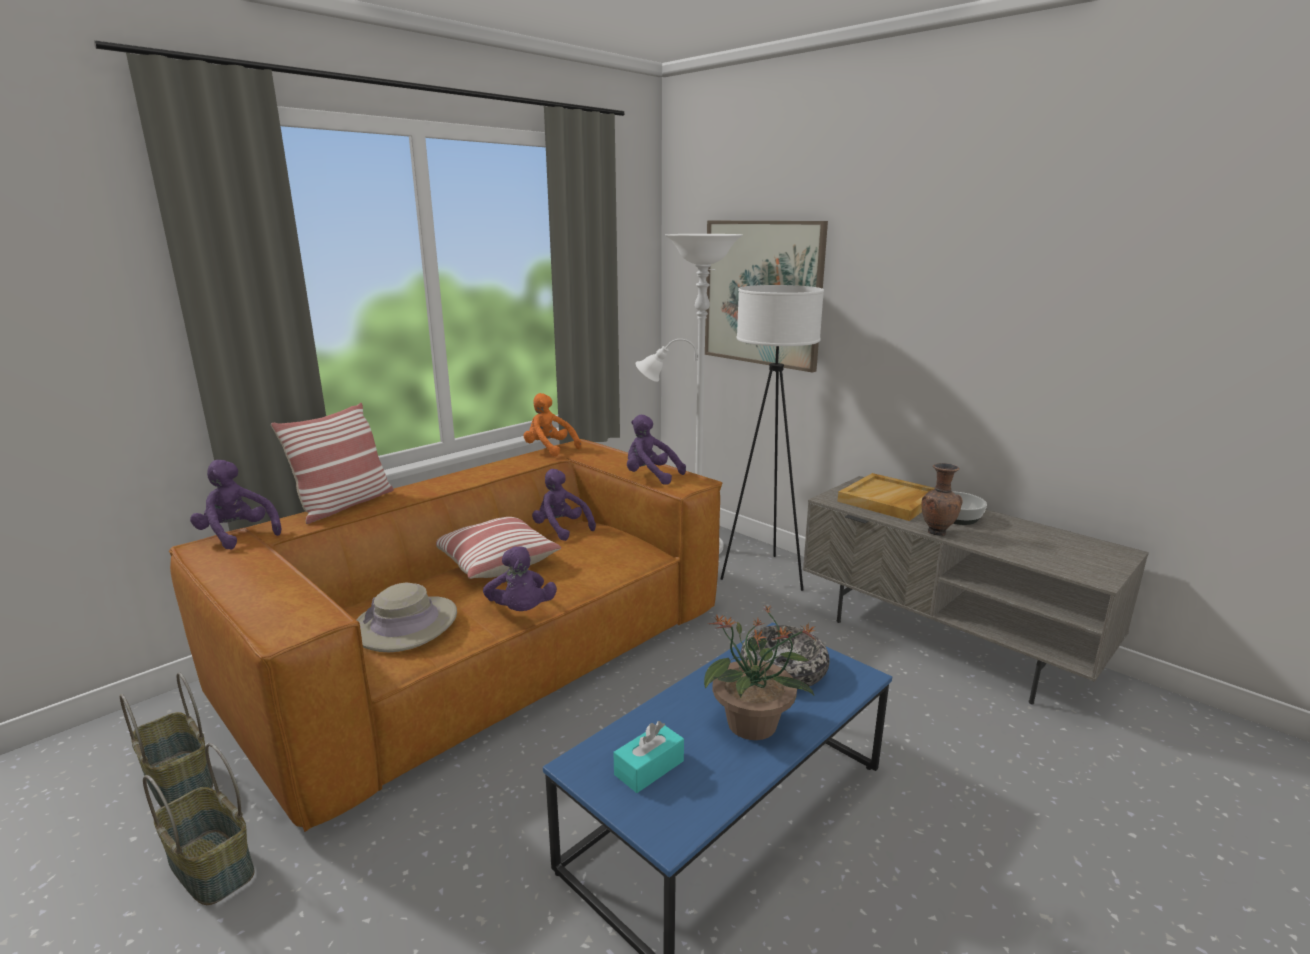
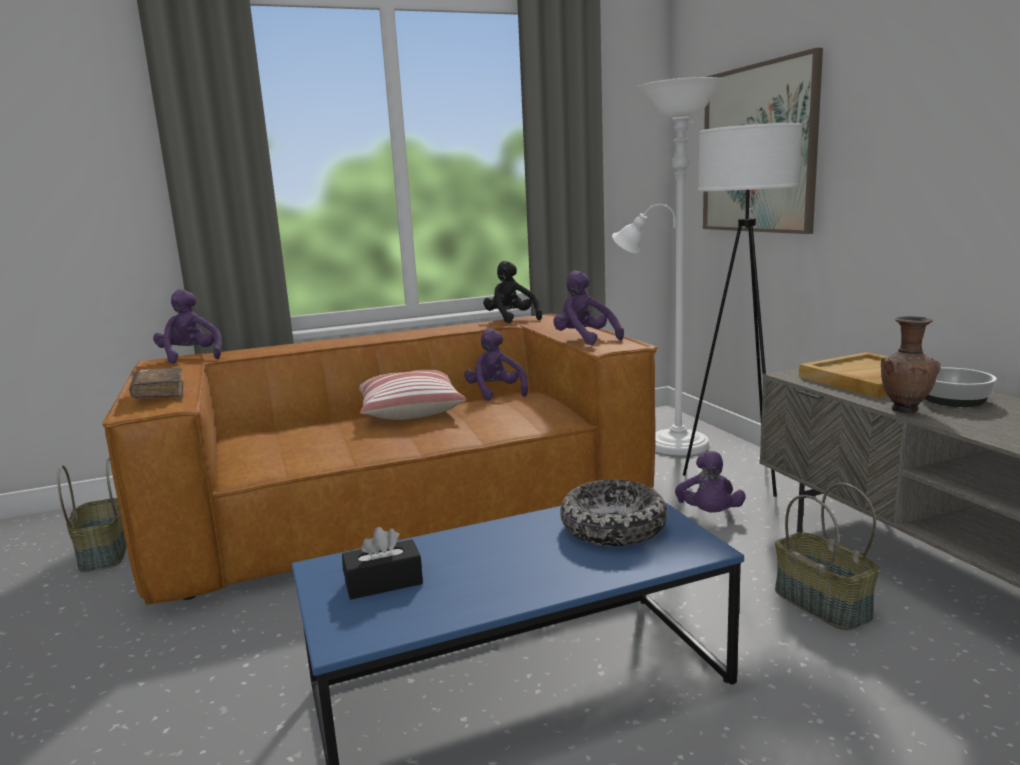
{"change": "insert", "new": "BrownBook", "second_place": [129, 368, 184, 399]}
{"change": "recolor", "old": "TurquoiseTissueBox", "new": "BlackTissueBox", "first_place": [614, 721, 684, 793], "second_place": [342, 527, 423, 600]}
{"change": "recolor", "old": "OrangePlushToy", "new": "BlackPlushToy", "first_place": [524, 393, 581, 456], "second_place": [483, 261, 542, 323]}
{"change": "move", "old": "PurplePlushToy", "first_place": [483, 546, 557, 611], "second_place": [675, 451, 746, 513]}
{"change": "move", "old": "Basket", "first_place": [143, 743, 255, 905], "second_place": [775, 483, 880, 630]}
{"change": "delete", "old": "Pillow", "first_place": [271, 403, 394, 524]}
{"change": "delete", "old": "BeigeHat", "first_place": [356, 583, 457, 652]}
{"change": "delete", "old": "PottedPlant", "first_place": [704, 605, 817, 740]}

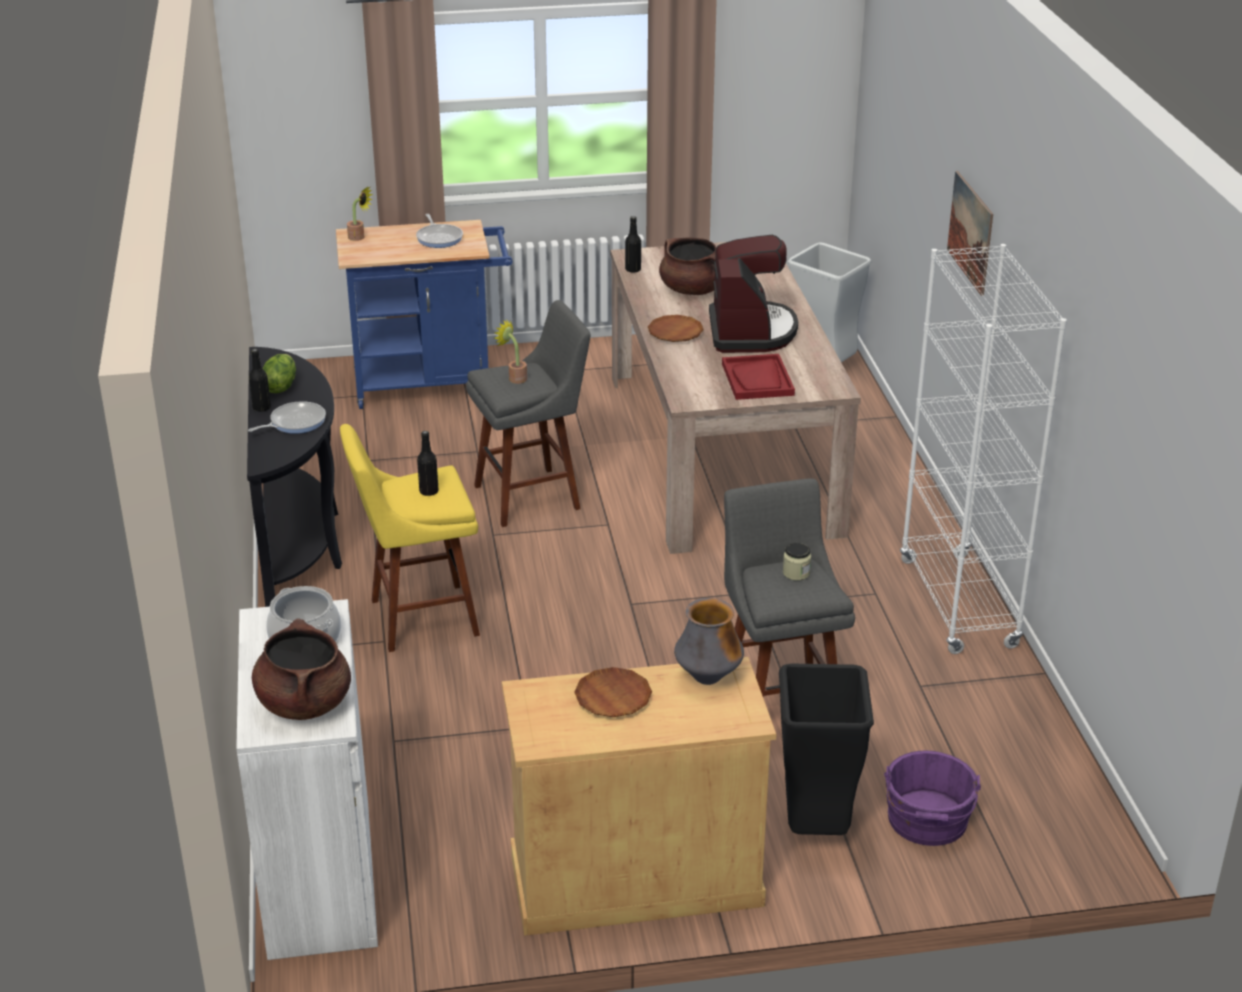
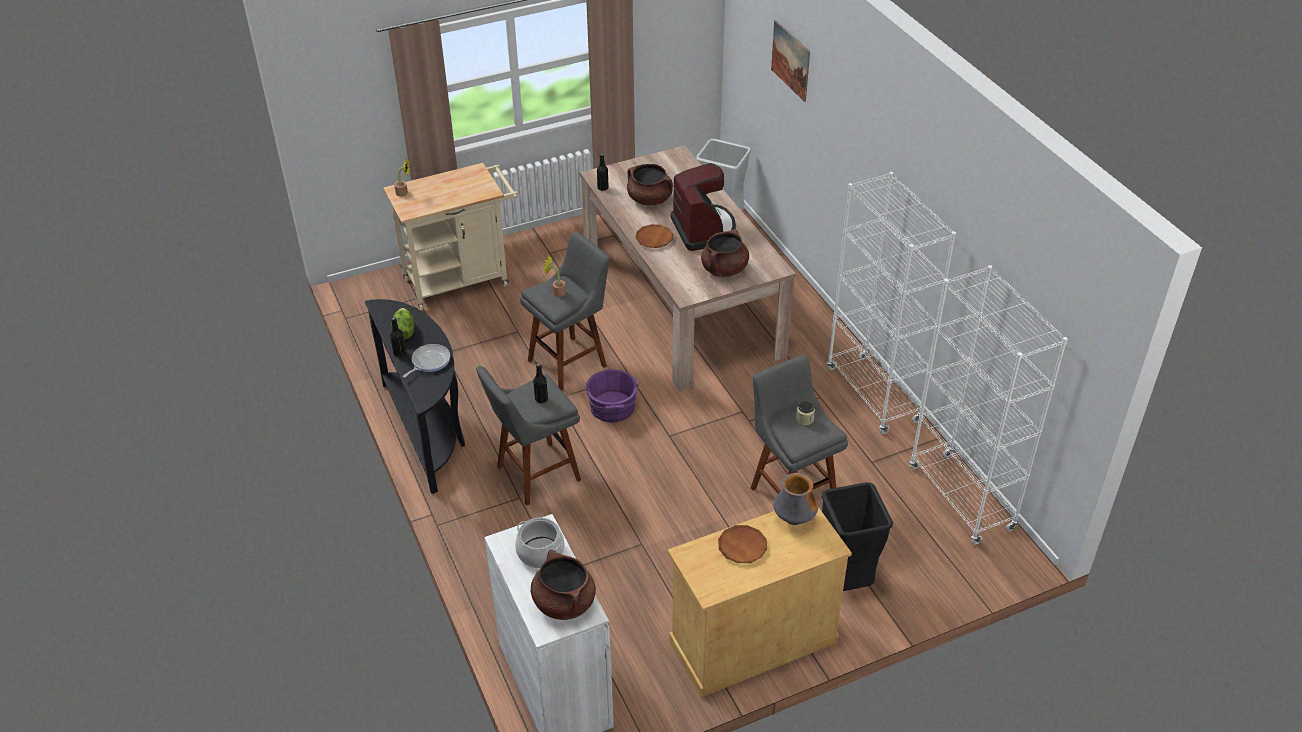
{"change": "recolor", "old": "BlueCart", "new": "BeigeCart", "first_place": [336, 220, 512, 409], "second_place": [383, 163, 518, 310]}
{"change": "recolor", "old": "YellowStool", "new": "GreyStool", "first_place": [340, 424, 480, 652], "second_place": [476, 366, 581, 506]}
{"change": "move", "old": "PurpleBucket", "first_place": [884, 750, 981, 846], "second_place": [585, 369, 639, 422]}
{"change": "replace", "old": "RedTray", "new": "BrownCookingPot", "first_place": [722, 354, 795, 400], "second_place": [701, 229, 749, 277]}
{"change": "move", "old": "Picture", "first_place": [947, 171, 993, 296], "second_place": [771, 20, 810, 102]}
{"change": "insert", "new": "WhiteBookcase", "second_place": [909, 265, 1068, 545]}
{"change": "delete", "old": "FryingPan", "first_place": [416, 214, 463, 248]}

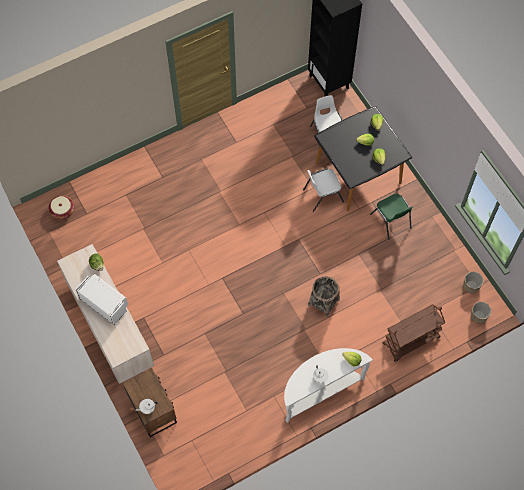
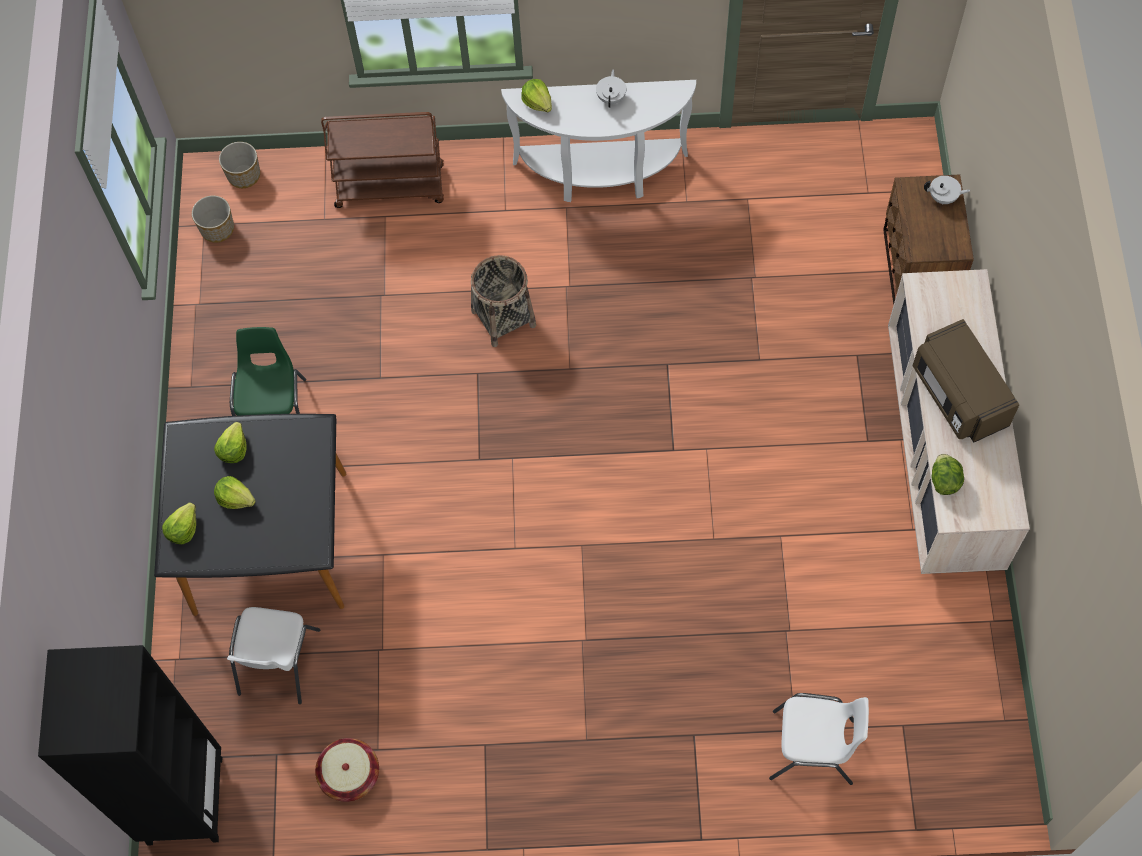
{"change": "move", "old": "Basket", "first_place": [48, 195, 74, 219], "second_place": [315, 738, 379, 802]}
{"change": "move", "old": "WhiteChair", "first_place": [303, 168, 344, 212], "second_place": [769, 693, 869, 785]}
{"change": "recolor", "old": "WhiteMicrowave", "new": "BrownMicrowave", "first_place": [75, 274, 128, 325], "second_place": [912, 319, 1019, 442]}

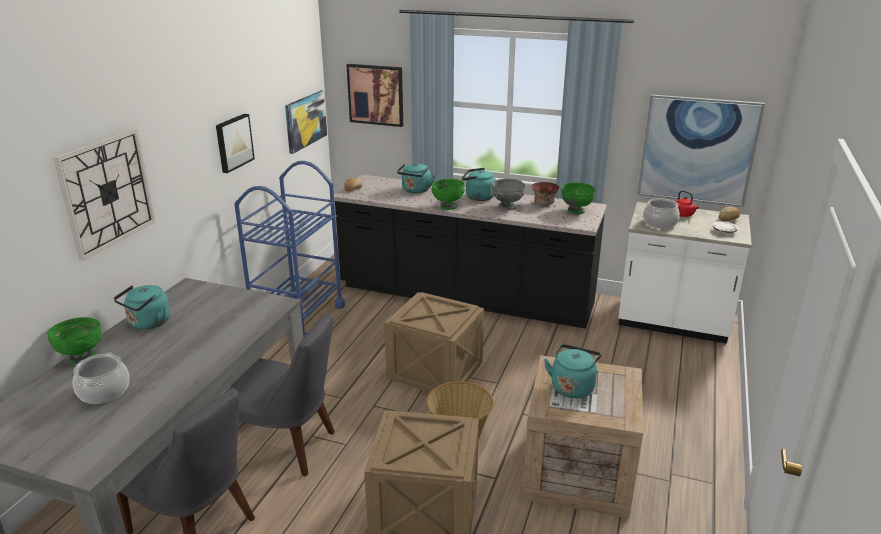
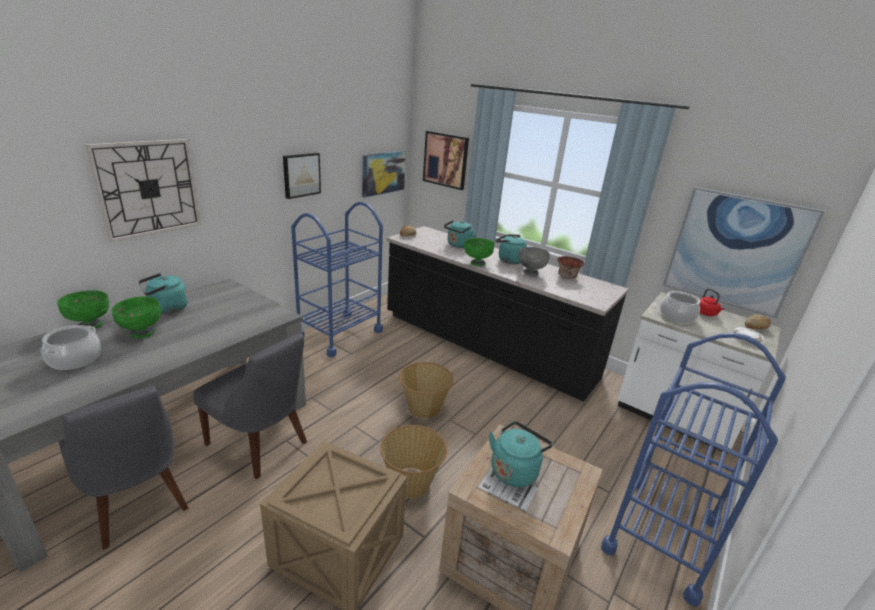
{"change": "move", "old": "GreenBowl", "first_place": [561, 183, 595, 214], "second_place": [111, 297, 161, 338]}
{"change": "replace", "old": "Crate", "new": "Basket", "first_place": [384, 292, 484, 392], "second_place": [399, 362, 453, 419]}
{"change": "insert", "new": "BlueCart", "second_place": [601, 333, 786, 607]}

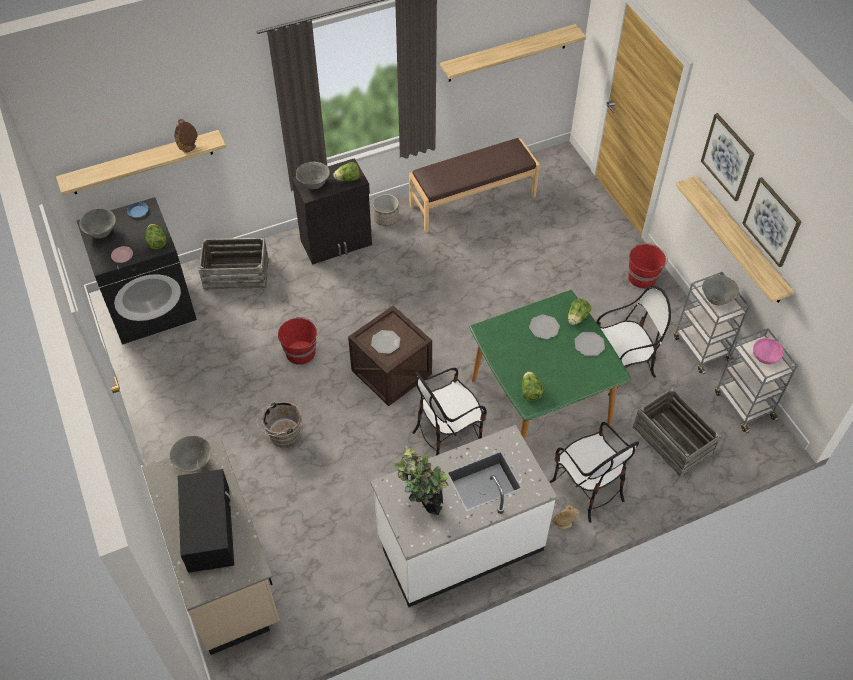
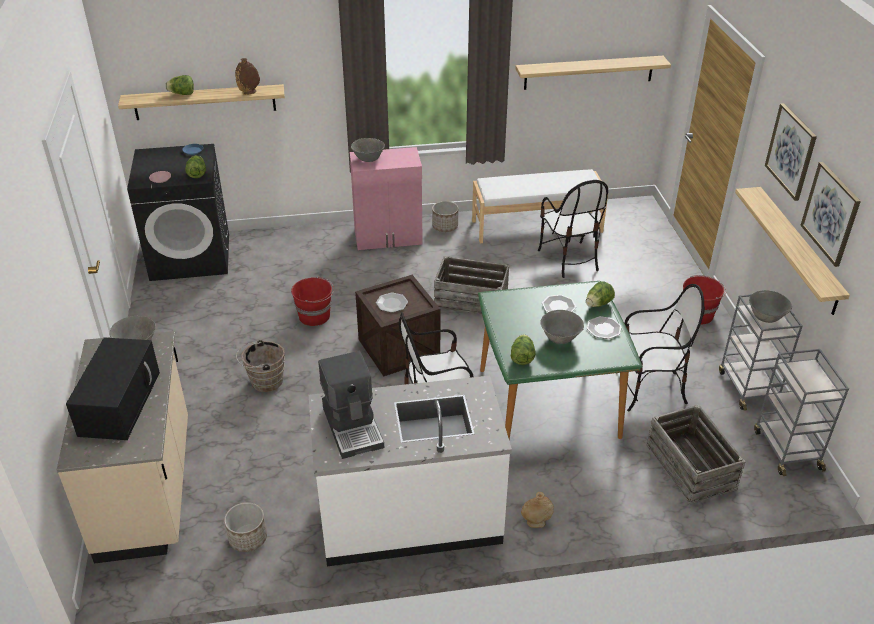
{"change": "move", "old": "Lettuce", "first_place": [333, 162, 360, 181], "second_place": [165, 75, 194, 95]}
{"change": "insert", "new": "Planter", "second_place": [224, 502, 267, 552]}
{"change": "replace", "old": "PottedPlant", "new": "CoffeeMachine", "first_place": [392, 445, 449, 515], "second_place": [318, 351, 384, 459]}
{"change": "recolor", "old": "BlackCabinet", "new": "PinkCabinet", "first_place": [291, 158, 372, 265], "second_place": [350, 147, 423, 250]}
{"change": "move", "old": "Crate", "first_place": [198, 238, 269, 291], "second_place": [434, 256, 509, 314]}
{"change": "recolor", "old": "BrownBench", "new": "WhiteBench", "first_place": [409, 138, 540, 233], "second_place": [472, 169, 608, 243]}
{"change": "move", "old": "Chair", "first_place": [550, 422, 639, 523], "second_place": [538, 180, 608, 278]}
{"change": "move", "old": "GreyBowl", "first_place": [79, 208, 116, 239], "second_place": [540, 310, 584, 344]}
{"change": "delete", "old": "PinkBowl", "first_place": [753, 338, 784, 364]}

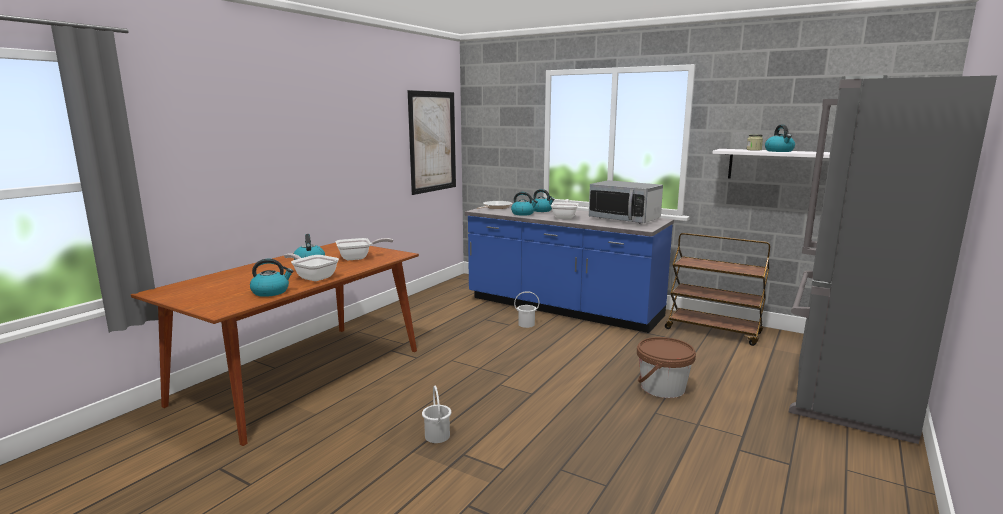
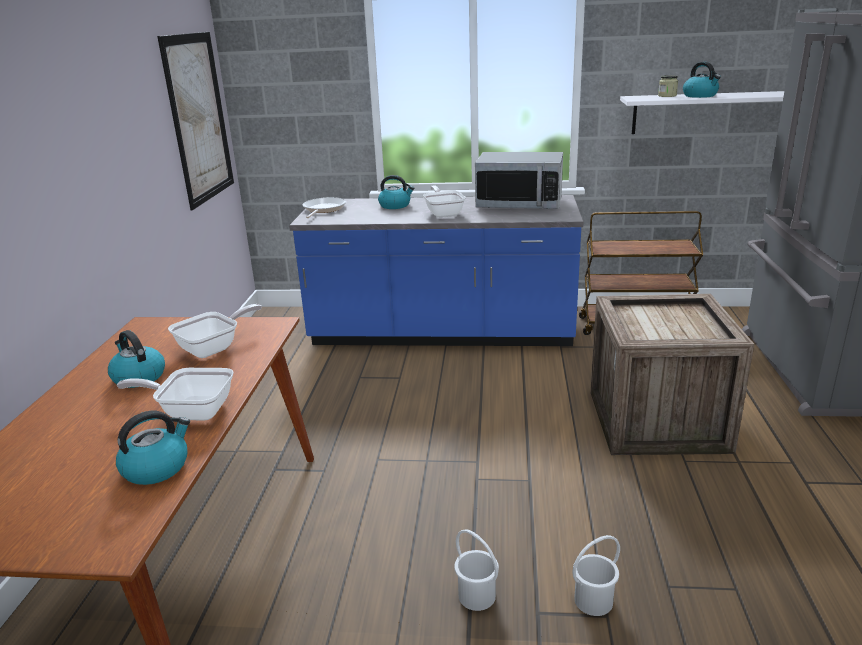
{"change": "move", "old": "WhiteBucket", "first_place": [514, 291, 540, 328], "second_place": [573, 535, 620, 616]}
{"change": "replace", "old": "BrownBucket", "new": "Crate", "first_place": [637, 337, 696, 398], "second_place": [590, 294, 754, 455]}
{"change": "delete", "old": "Kettle", "first_place": [511, 192, 538, 216]}

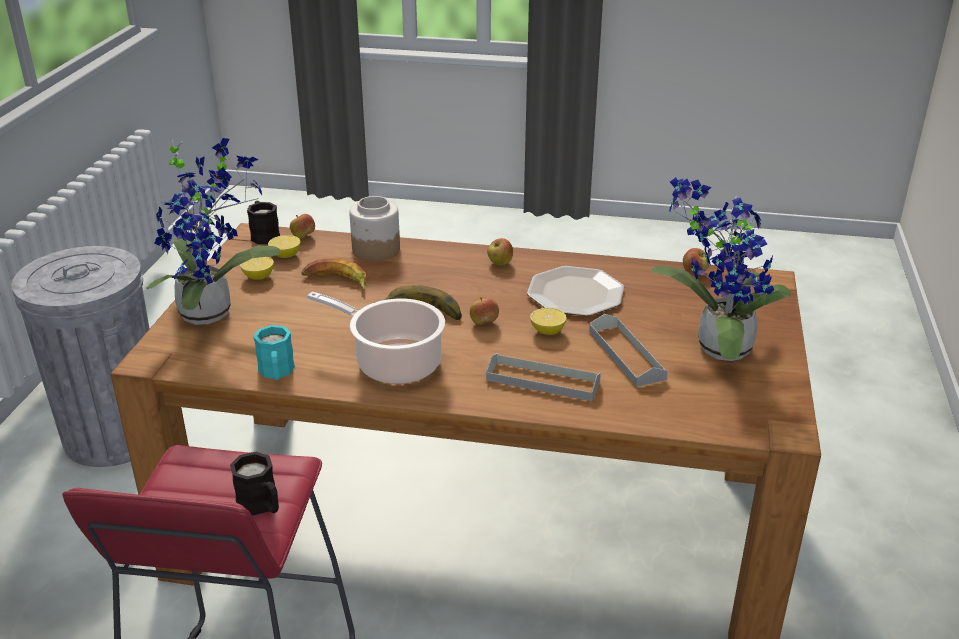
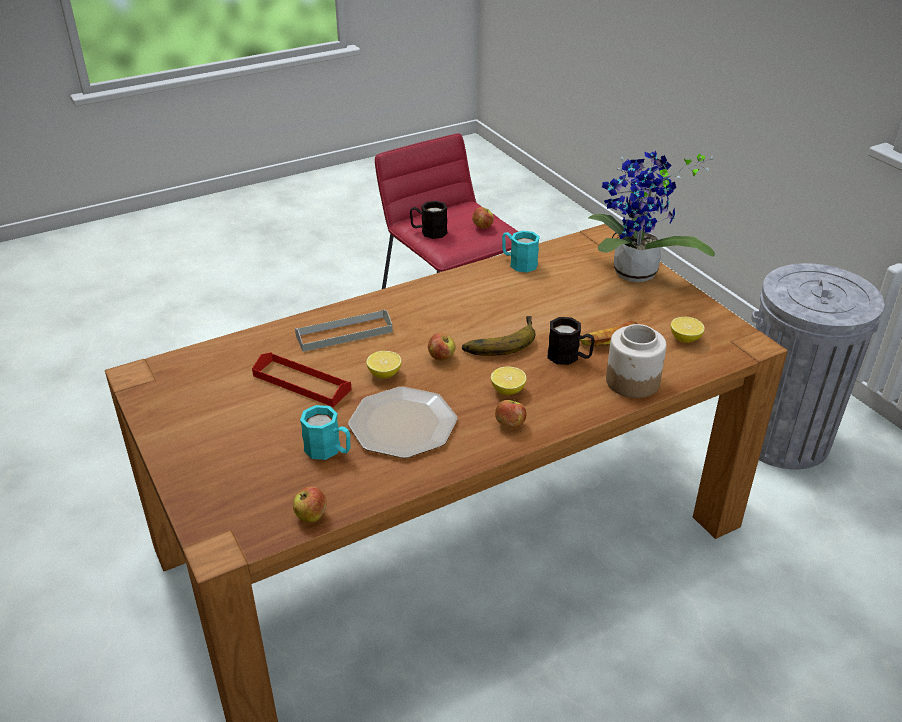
{"change": "recolor", "old": "GreyTray", "new": "RedTray", "first_place": [589, 314, 668, 387], "second_place": [252, 352, 352, 407]}
{"change": "insert", "new": "TurquoiseMug", "second_place": [300, 405, 351, 460]}
{"change": "move", "old": "Apple", "first_place": [290, 214, 315, 239], "second_place": [472, 207, 494, 229]}
{"change": "move", "old": "Lemon", "first_place": [240, 257, 274, 280], "second_place": [491, 367, 527, 395]}
{"change": "move", "old": "BlackMug", "first_place": [247, 201, 280, 244], "second_place": [548, 317, 595, 365]}
{"change": "delete", "old": "CookingPot", "first_place": [307, 291, 445, 384]}
{"change": "delete", "old": "PottedPlant", "first_place": [650, 178, 791, 361]}

